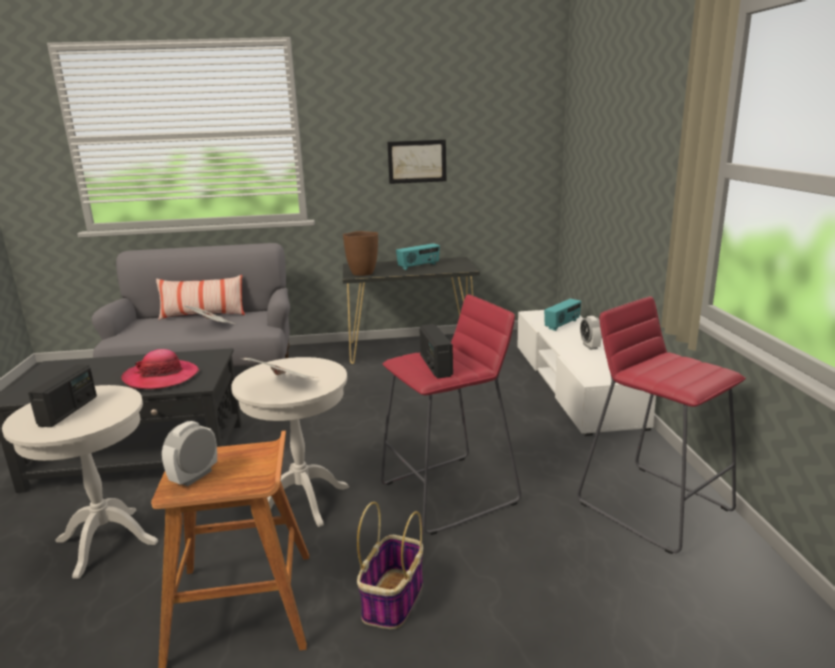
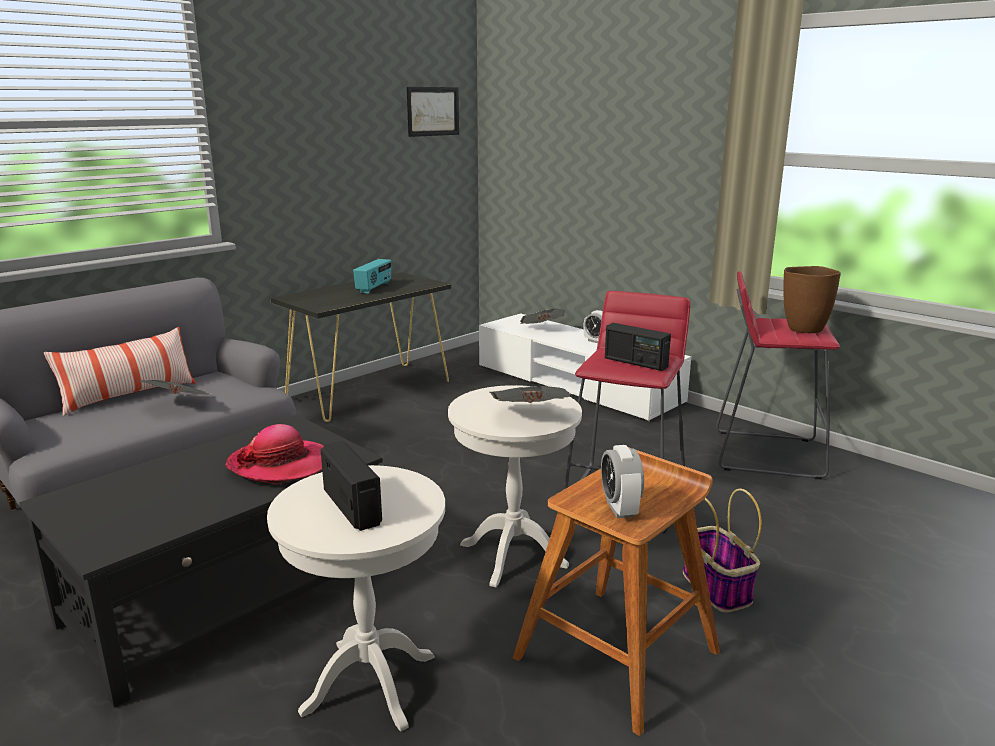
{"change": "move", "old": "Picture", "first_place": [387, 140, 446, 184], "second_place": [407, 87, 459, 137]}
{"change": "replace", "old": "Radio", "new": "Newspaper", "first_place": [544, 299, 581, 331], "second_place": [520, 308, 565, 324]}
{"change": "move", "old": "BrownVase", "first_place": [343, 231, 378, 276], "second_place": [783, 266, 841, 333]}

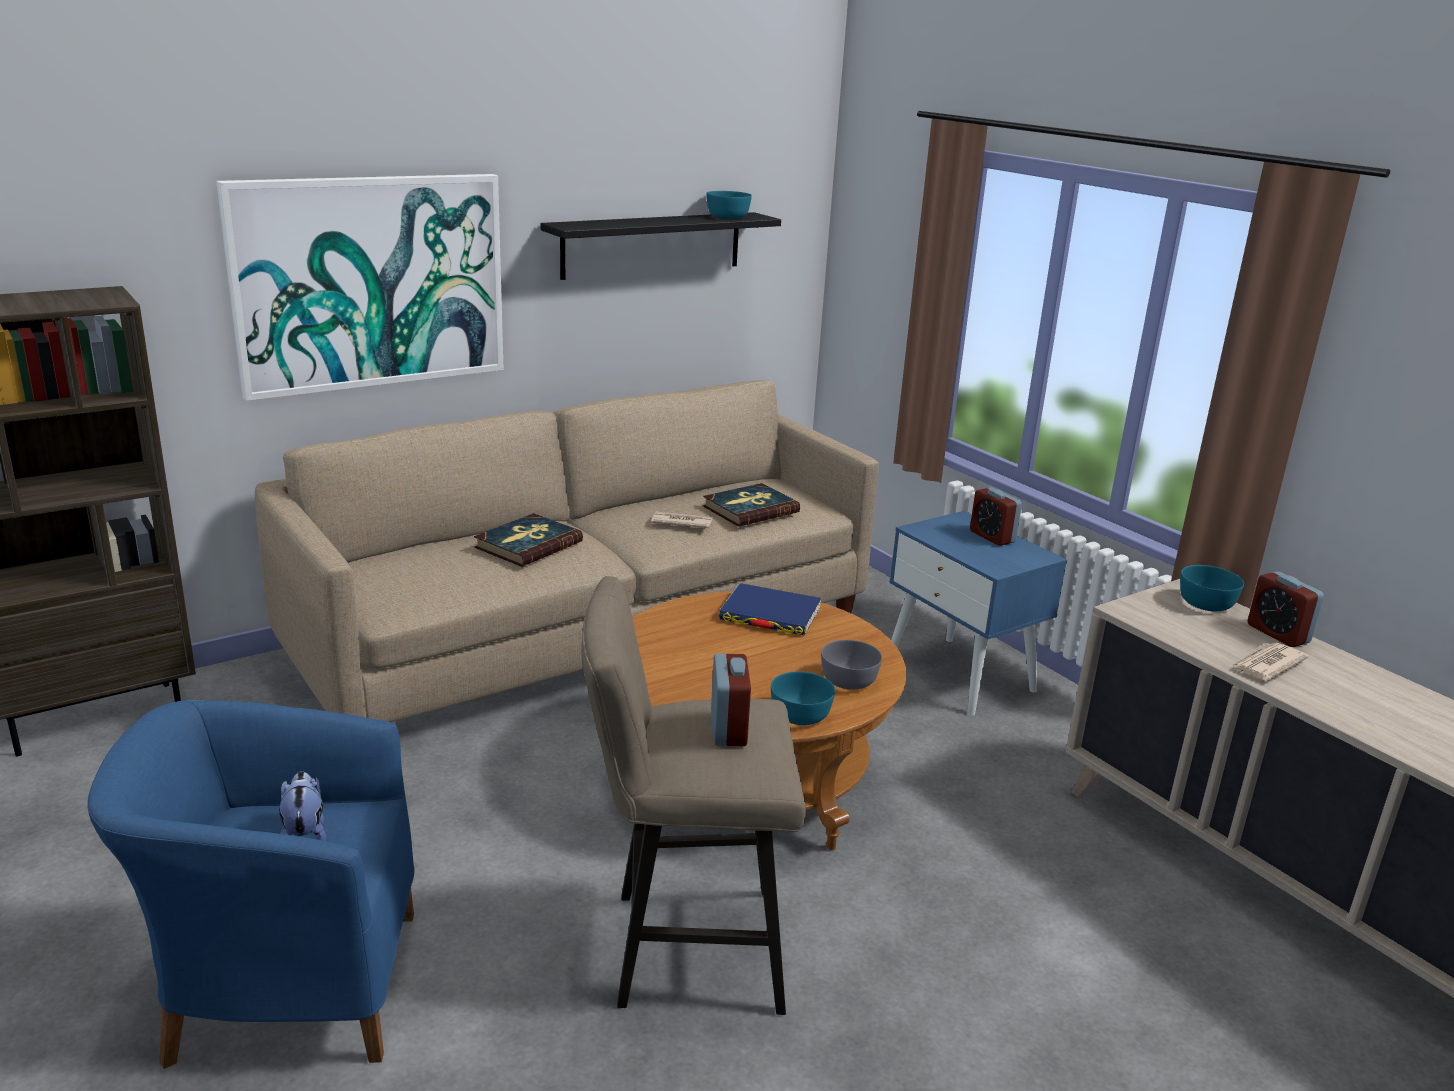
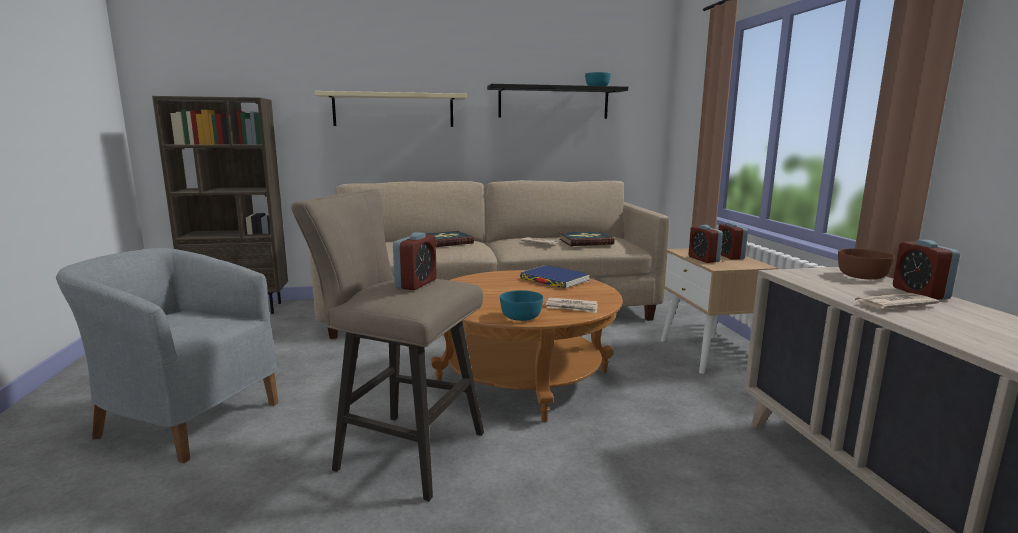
{"change": "recolor", "old": "BlueArmchair", "new": "GreyArmchair", "first_place": [87, 700, 414, 1069], "second_place": [56, 248, 278, 463]}
{"change": "replace", "old": "Picture", "new": "BeigeShelf", "first_place": [216, 174, 504, 401], "second_place": [315, 91, 467, 127]}
{"change": "replace", "old": "GreyBowl", "new": "Newspaper", "first_place": [821, 640, 882, 690], "second_place": [545, 297, 598, 313]}
{"change": "recolor", "old": "BlueNightstand", "new": "BeigeNightstand", "first_place": [889, 511, 1067, 716], "second_place": [661, 248, 779, 374]}
{"change": "insert", "new": "AlarmClock", "second_place": [688, 225, 723, 263]}
{"change": "recolor", "old": "TurquoiseBowl", "new": "BrownBowl", "first_place": [1180, 565, 1244, 611], "second_place": [838, 248, 895, 280]}
{"change": "delete", "old": "PlushToy", "first_place": [279, 771, 327, 841]}

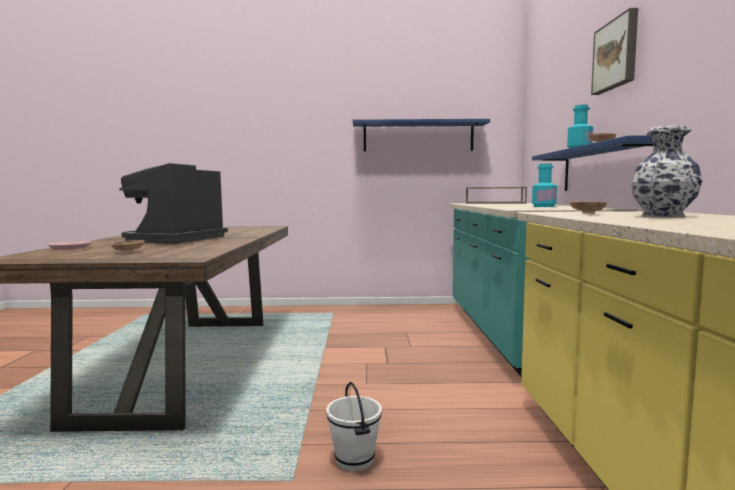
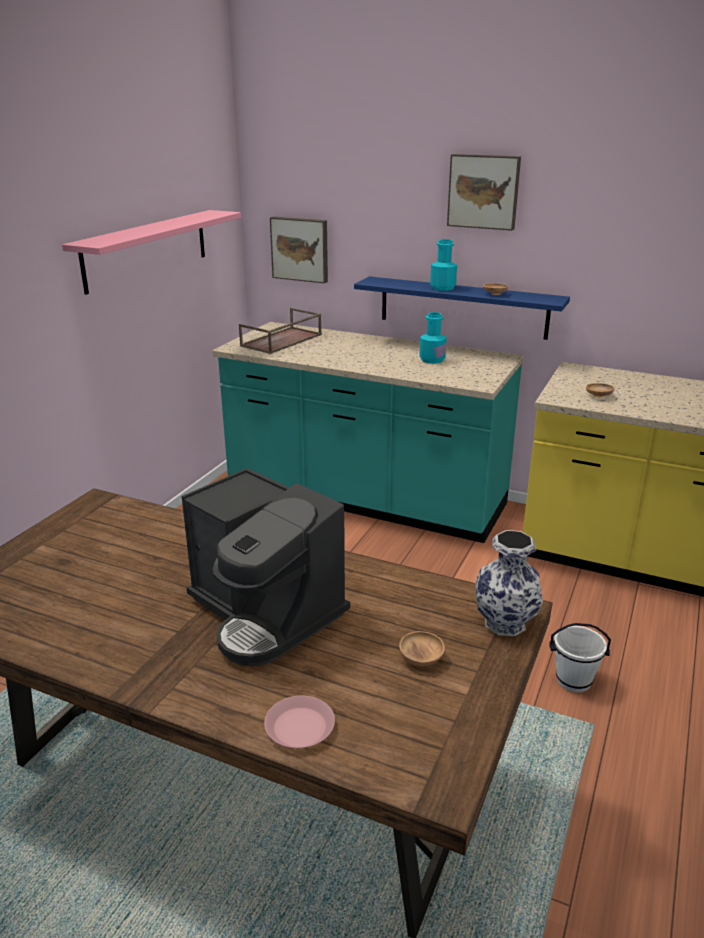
{"change": "recolor", "old": "BlueShelf", "new": "PinkShelf", "first_place": [353, 119, 490, 151], "second_place": [62, 210, 241, 295]}
{"change": "insert", "new": "Picture", "second_place": [270, 216, 328, 283]}
{"change": "move", "old": "Vase", "first_place": [631, 125, 702, 218], "second_place": [476, 530, 543, 636]}

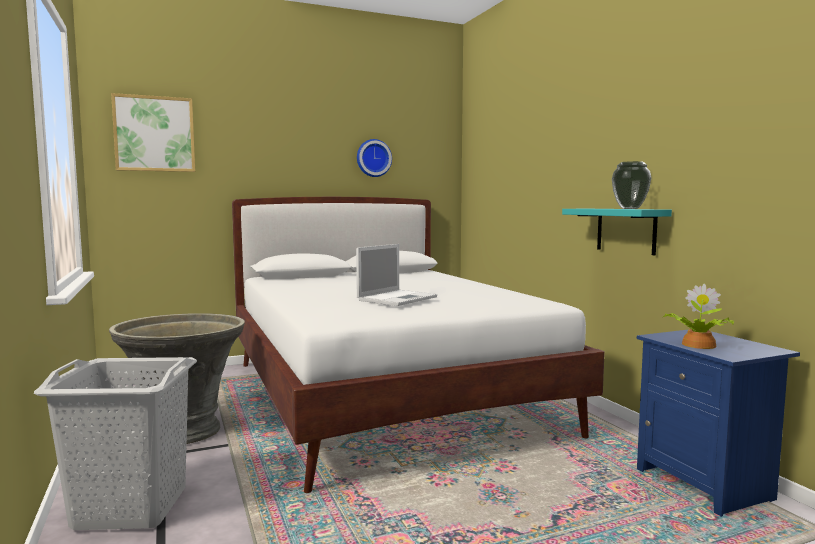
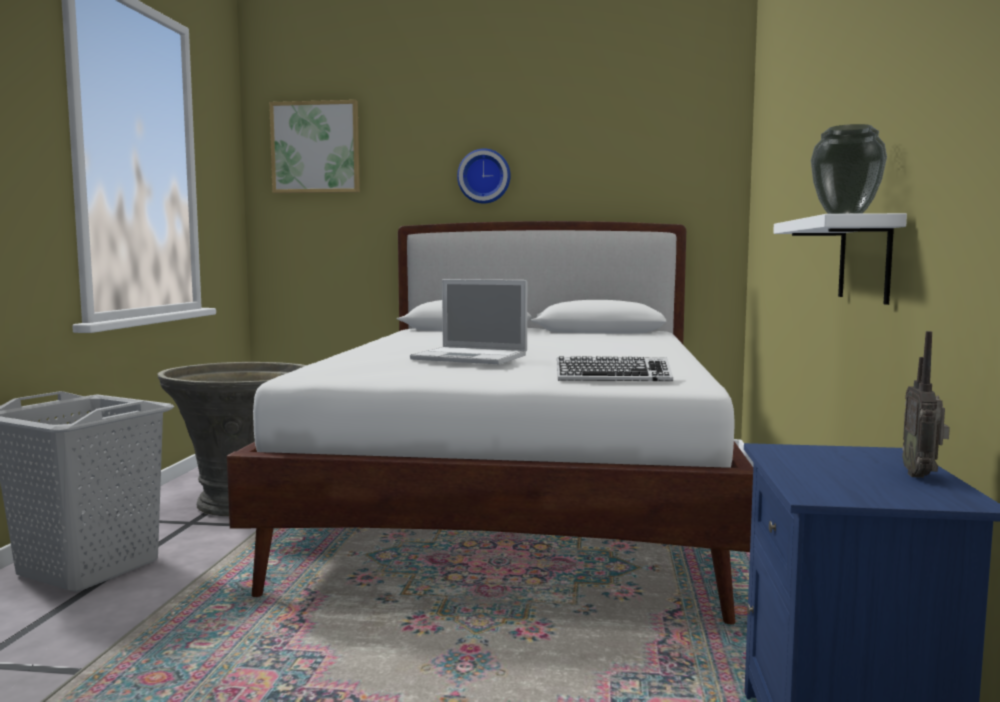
{"change": "rotate", "old": "Laptop", "first_place": [356, 244, 437, 306], "second_place": [410, 279, 527, 364], "degrees": 45}
{"change": "move", "old": "WallClock", "first_place": [357, 139, 392, 177], "second_place": [457, 148, 511, 204]}
{"change": "insert", "new": "Keyboard", "second_place": [557, 356, 673, 381]}
{"change": "recolor", "old": "TurquoiseShelf", "new": "WhiteShelf", "first_place": [562, 209, 672, 255], "second_place": [773, 213, 907, 305]}
{"change": "insert", "new": "Radio", "second_place": [902, 331, 950, 478]}
{"change": "delete", "old": "PottedPlant", "first_place": [662, 284, 734, 349]}

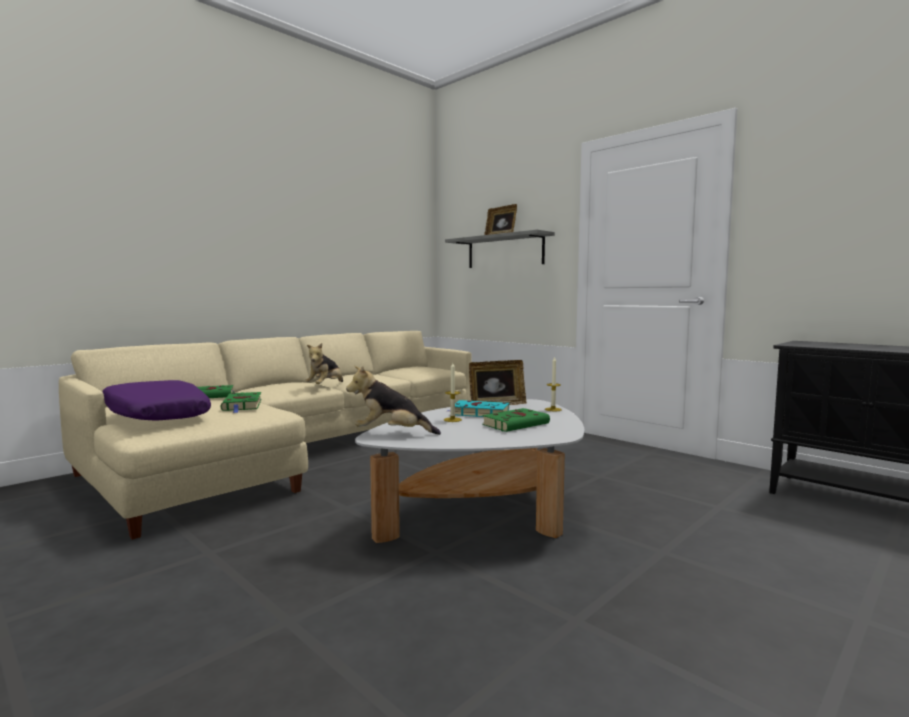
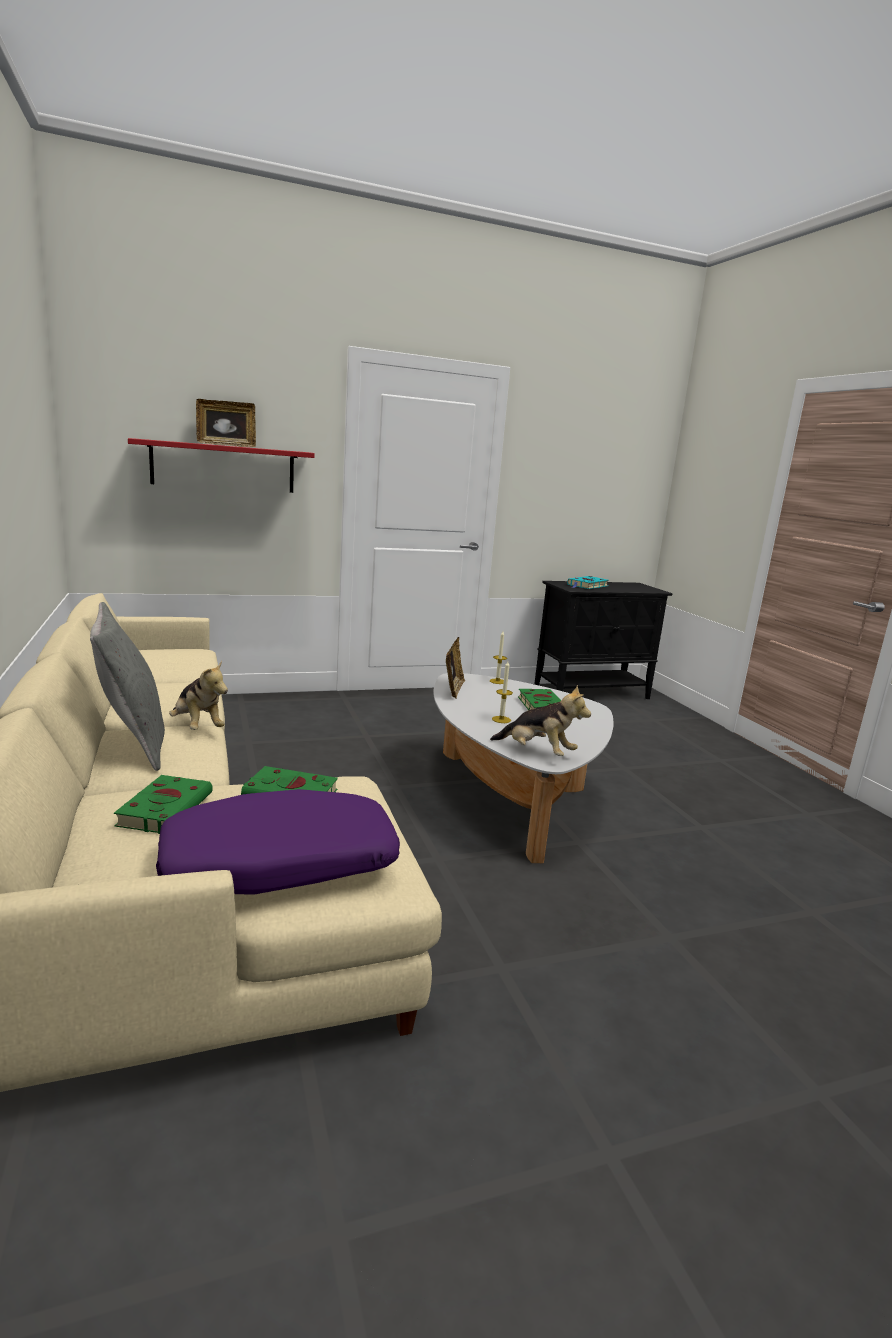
{"change": "insert", "new": "GreyPillow", "second_place": [90, 602, 165, 771]}
{"change": "recolor", "old": "GreyShelf", "new": "RedShelf", "first_place": [445, 229, 555, 268], "second_place": [128, 438, 315, 493]}
{"change": "rotate", "old": "PlushToy", "first_place": [346, 366, 441, 435], "second_place": [490, 685, 591, 756], "degrees": -90}
{"change": "move", "old": "TurquoiseBook", "first_place": [447, 400, 509, 417], "second_place": [567, 576, 608, 589]}

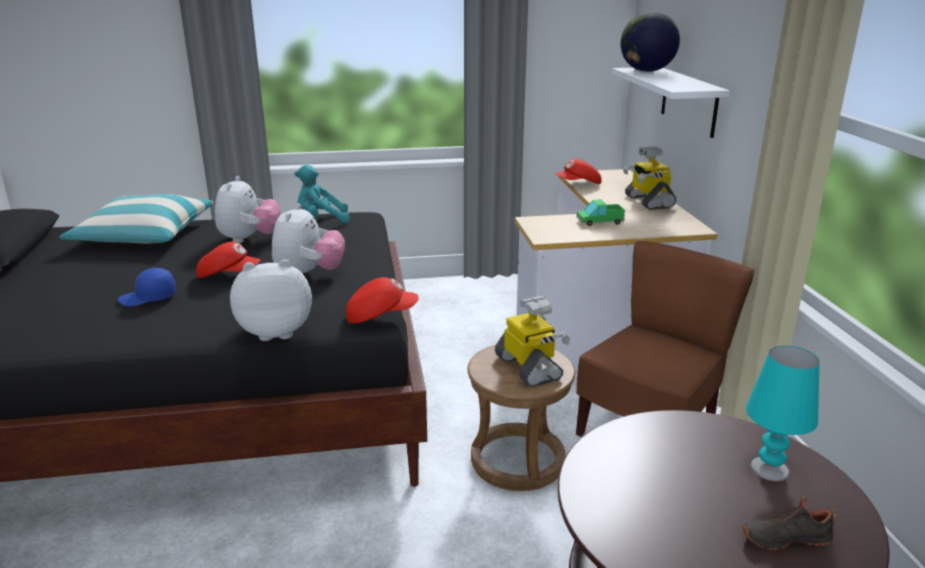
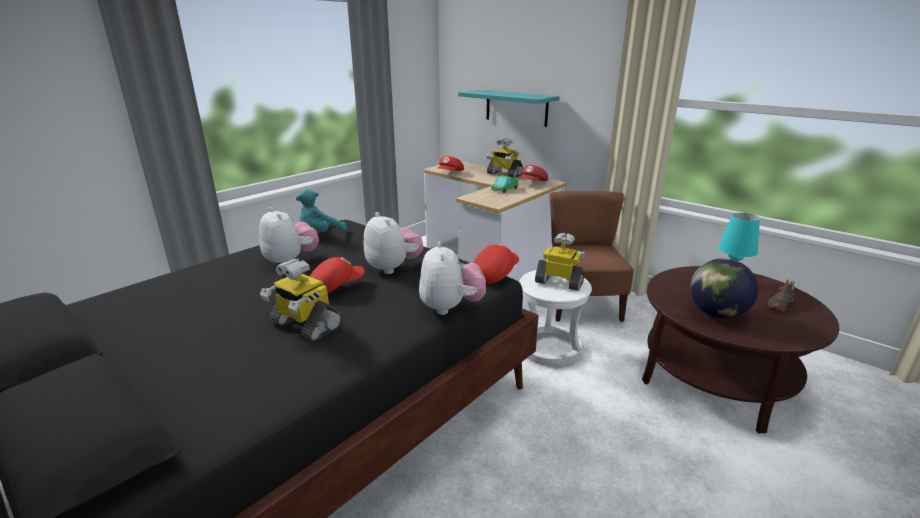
{"change": "replace", "old": "BlueCap", "new": "ToyRobot", "first_place": [118, 268, 176, 306], "second_place": [260, 258, 342, 342]}
{"change": "rotate", "old": "PlushToy", "first_place": [230, 260, 312, 341], "second_place": [419, 241, 486, 315], "degrees": 135}
{"change": "recolor", "old": "WhiteShelf", "new": "TurquoiseShelf", "first_place": [612, 68, 730, 138], "second_place": [458, 90, 559, 127]}
{"change": "insert", "new": "RedCap", "second_place": [519, 165, 548, 181]}
{"change": "recolor", "old": "BrownStool", "new": "WhiteStool", "first_place": [467, 345, 575, 491], "second_place": [519, 270, 592, 366]}
{"change": "move", "old": "Globe", "first_place": [621, 11, 680, 72], "second_place": [690, 258, 758, 319]}
{"change": "delete", "old": "Pillow", "first_place": [59, 194, 213, 243]}

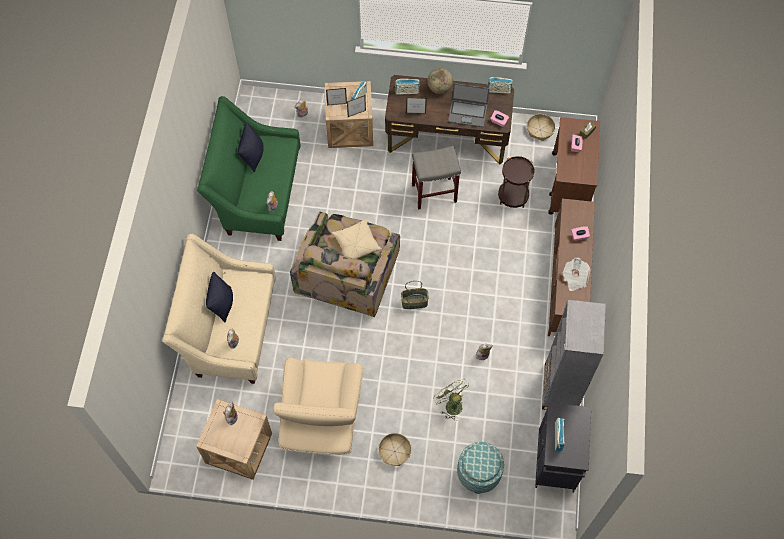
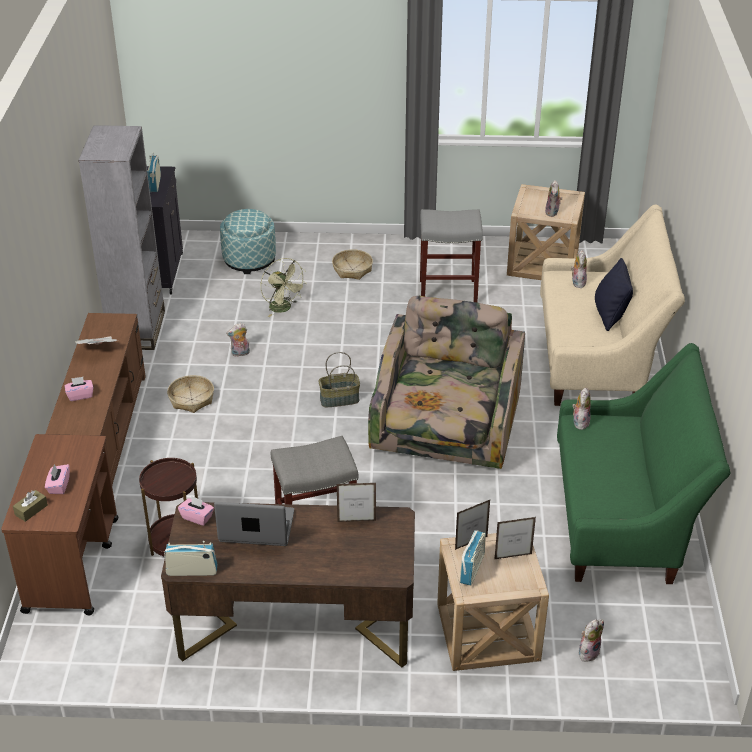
{"change": "move", "old": "Basket", "first_place": [527, 114, 556, 141], "second_place": [167, 375, 214, 413]}
{"change": "replace", "old": "BeigeArmchair", "new": "GreyStool", "first_place": [273, 357, 364, 455], "second_place": [420, 209, 483, 302]}
{"change": "delete", "old": "BlackPillow", "first_place": [238, 122, 264, 172]}
{"change": "delete", "old": "BeigePillow", "first_place": [332, 219, 382, 259]}
{"change": "delete", "old": "Radio", "first_place": [395, 79, 420, 95]}
{"change": "delete", "old": "Globe", "first_place": [427, 68, 453, 94]}

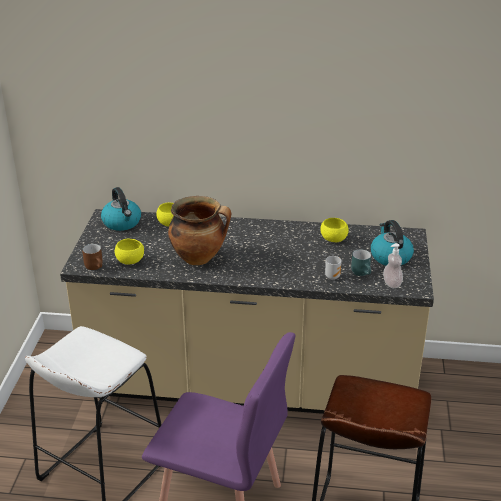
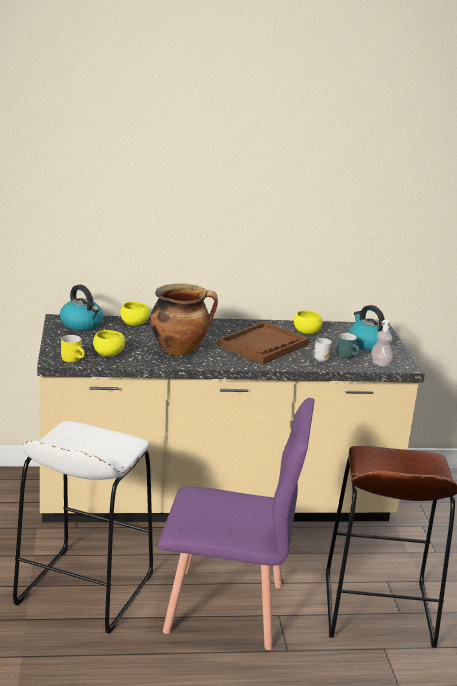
{"change": "recolor", "old": "BrownMug", "new": "YellowMug", "first_place": [82, 244, 102, 270], "second_place": [61, 335, 85, 362]}
{"change": "insert", "new": "BrownTray", "second_place": [217, 321, 309, 364]}

